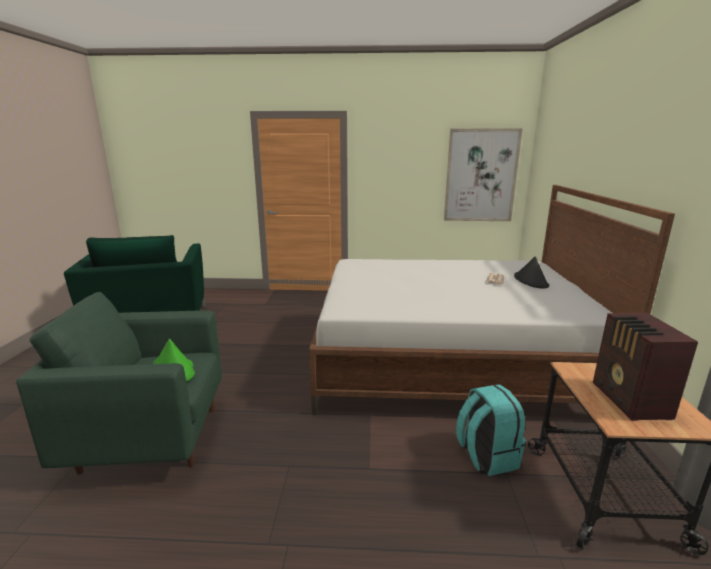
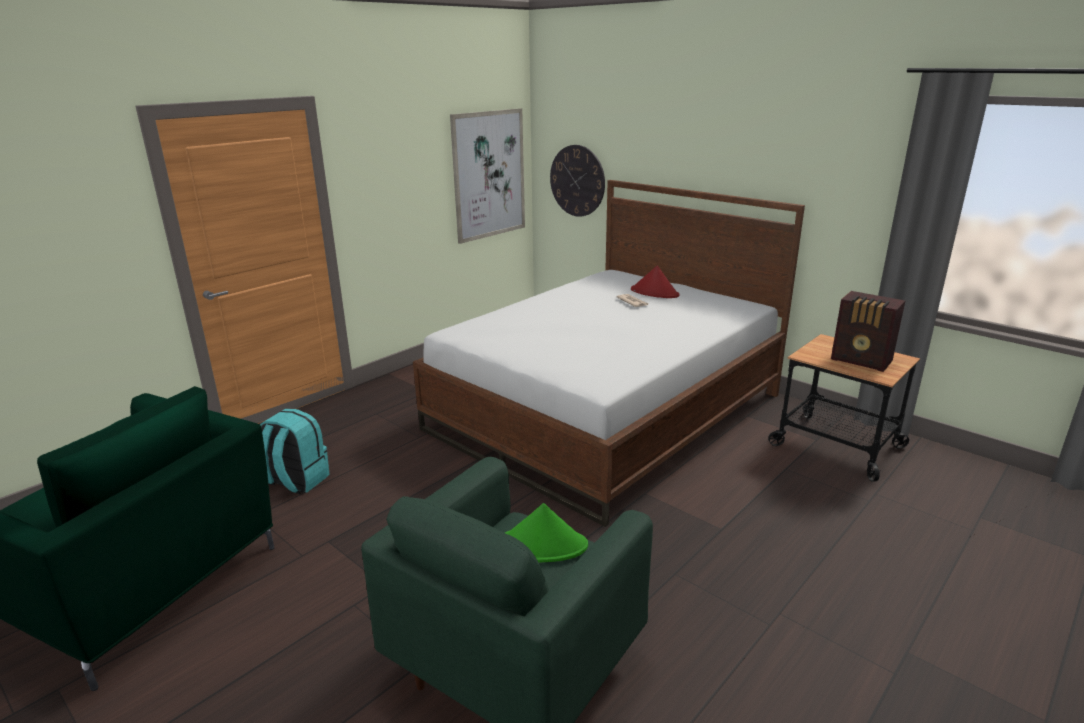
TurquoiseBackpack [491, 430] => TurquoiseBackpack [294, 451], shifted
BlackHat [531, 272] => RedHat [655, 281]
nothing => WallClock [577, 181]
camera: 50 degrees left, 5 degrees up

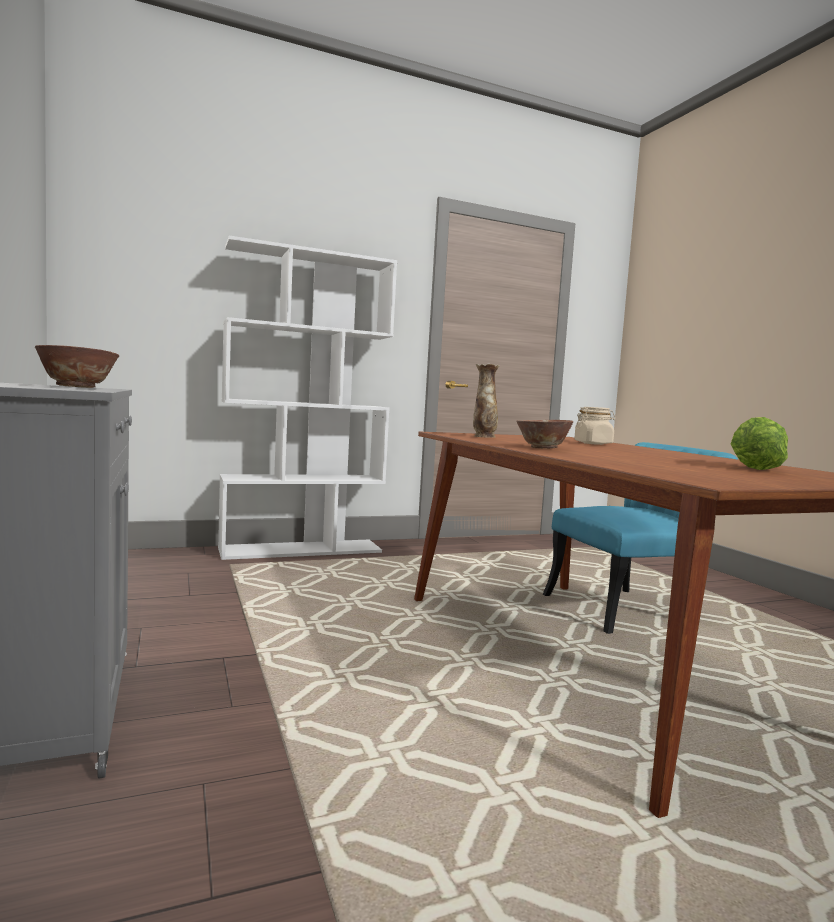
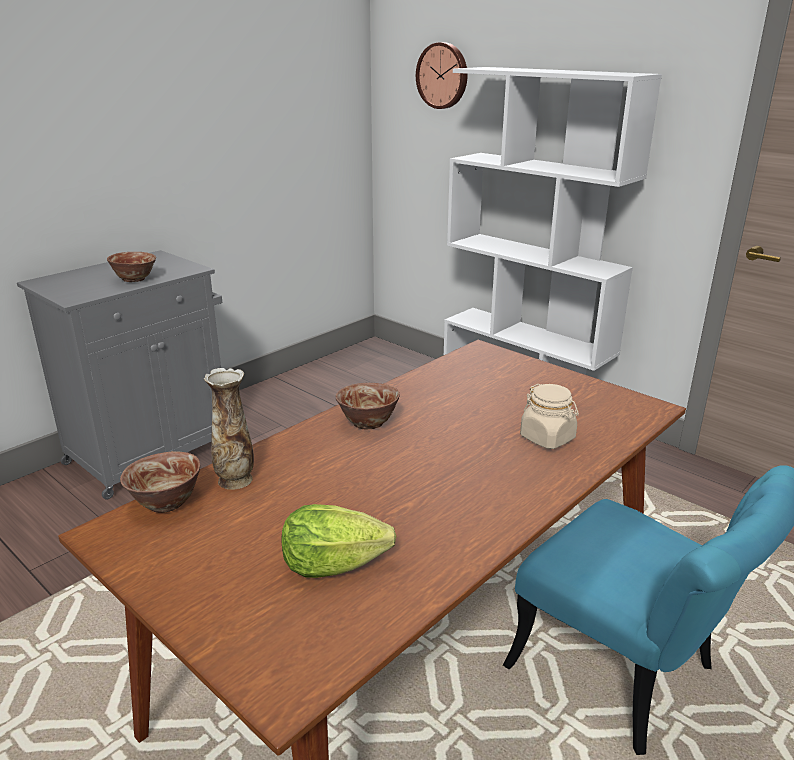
Vase [486, 401] => Vase [229, 429], shifted
nothing => Bowl [160, 482]
nothing => WallClock [441, 75]
camera: 65 degrees right, 20 degrees up

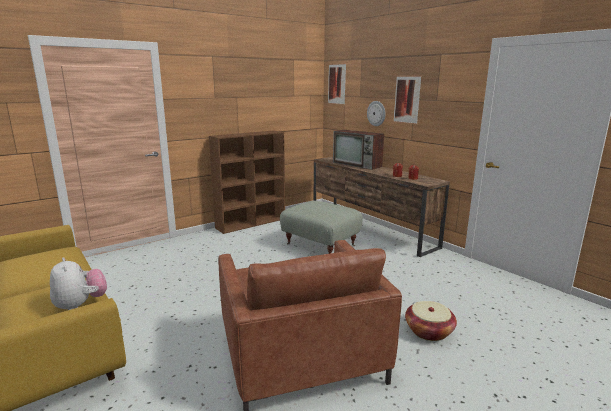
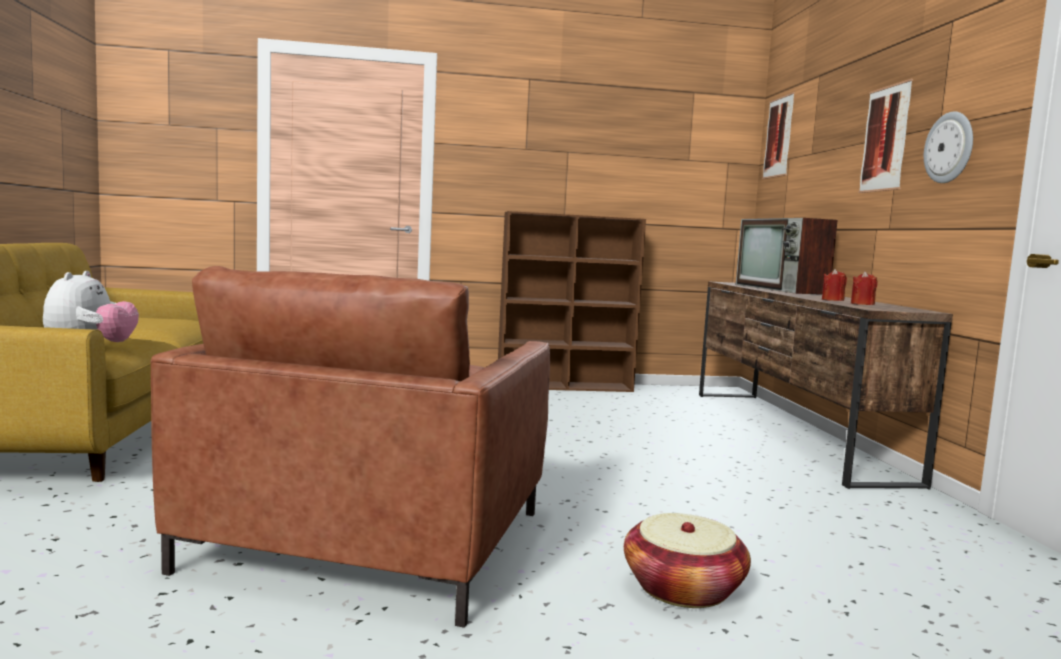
GreyOttoman [321, 227] => nothing
WallClock [376, 113] => WallClock [948, 147], shifted
camera: 30 degrees right, 10 degrees down

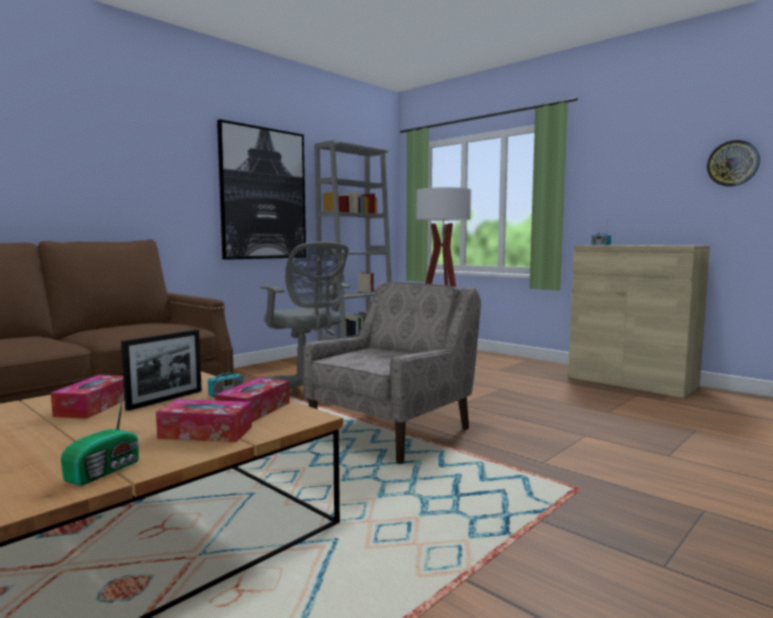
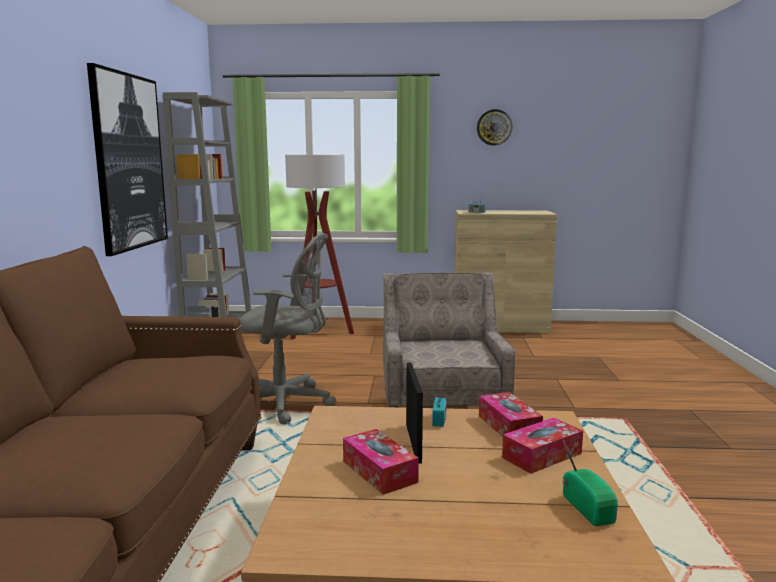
WallClock [733, 163] => WallClock [494, 127], shifted
camera: 40 degrees left, 5 degrees up

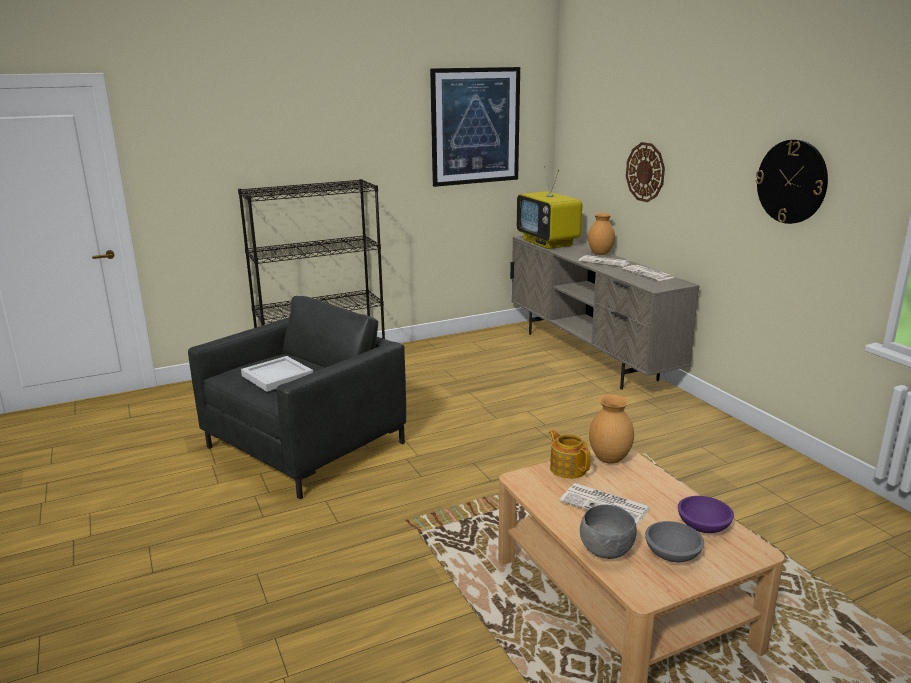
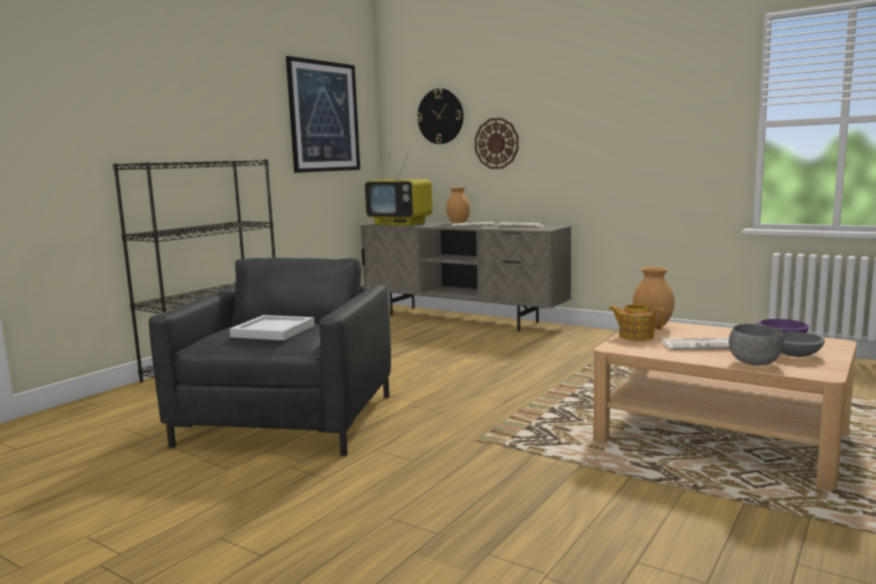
WallClock [791, 181] => WallClock [440, 116], shifted
camera: 30 degrees left, 10 degrees down

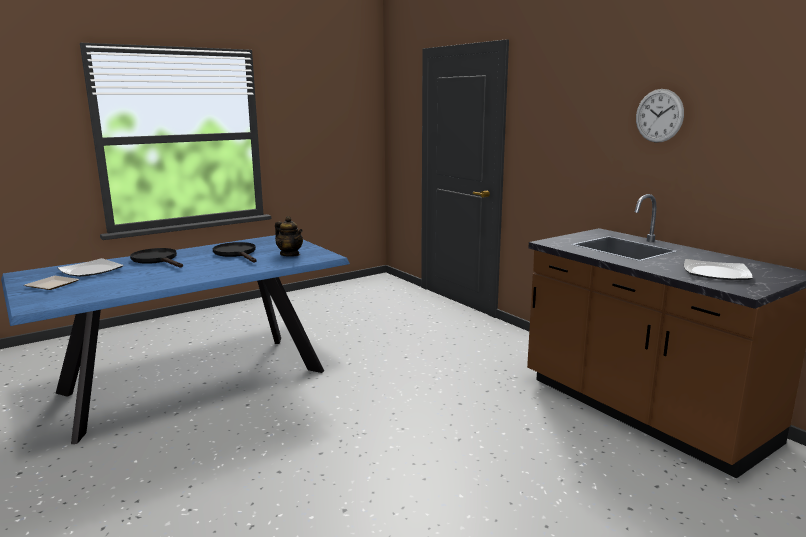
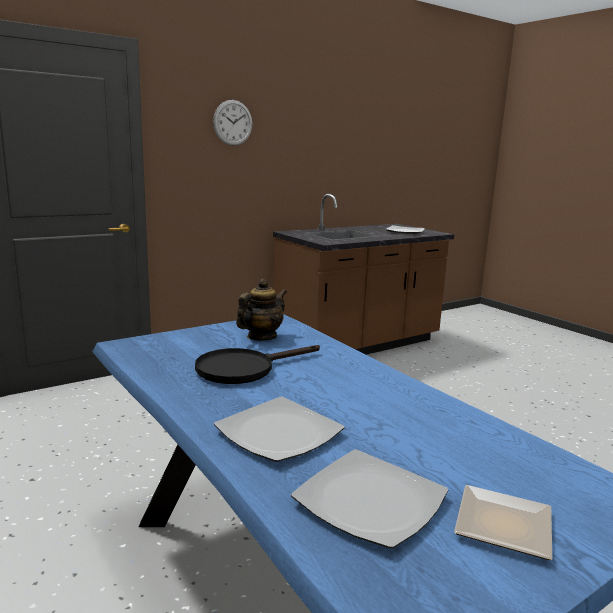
BlackFryingPan [156, 258] => Plate [279, 429]
WallClock [660, 116] => WallClock [232, 123], shifted
camera: 90 degrees left, 0 degrees up

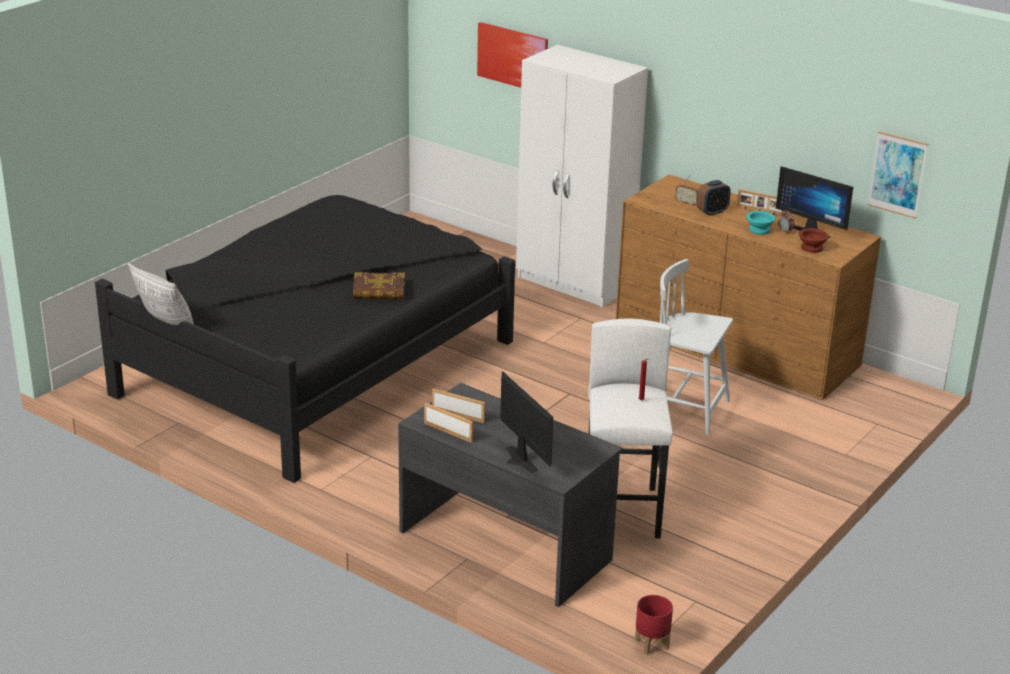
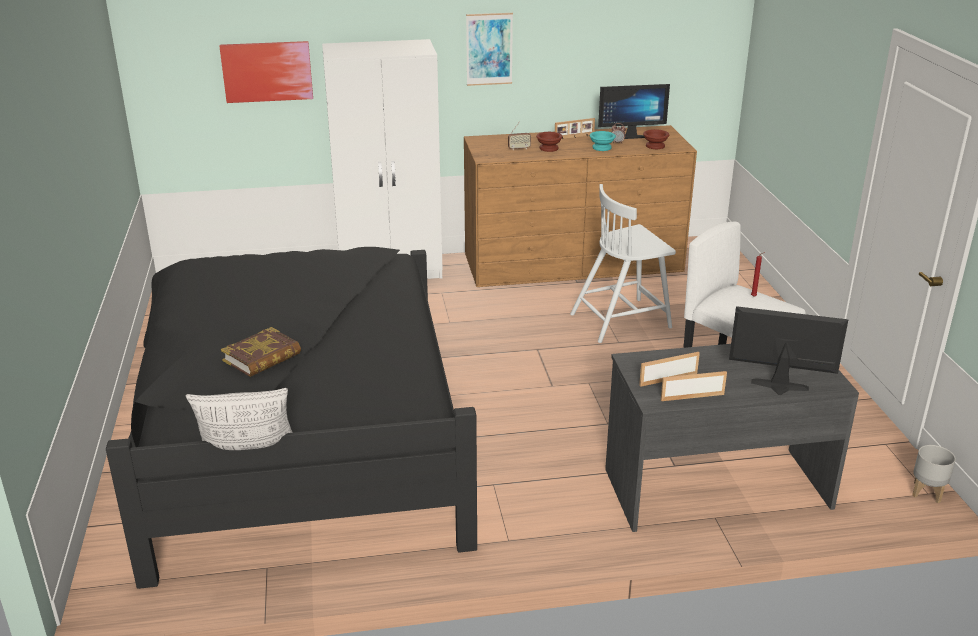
Book [379, 286] => Book [261, 352], shifted
RedPlanter [654, 625] => GreyPlanter [934, 474]
AlarmClock [714, 198] => BrownBowl [549, 142]
Picture [897, 175] => Picture [489, 49], shifted
camera: 45 degrees left, 0 degrees up

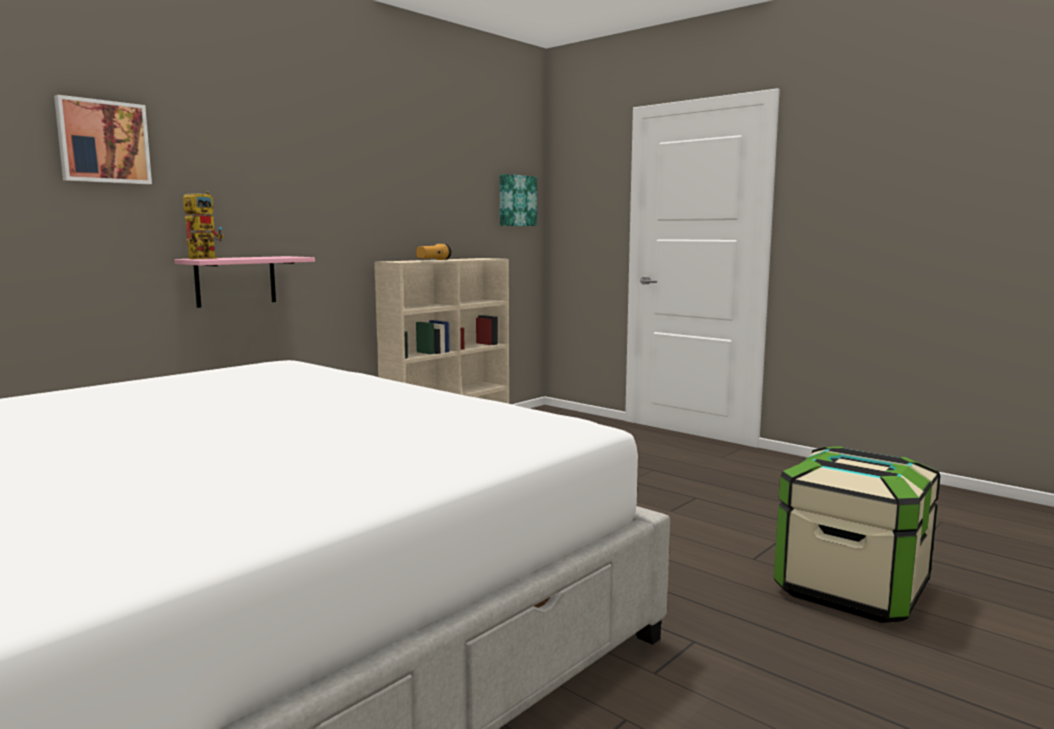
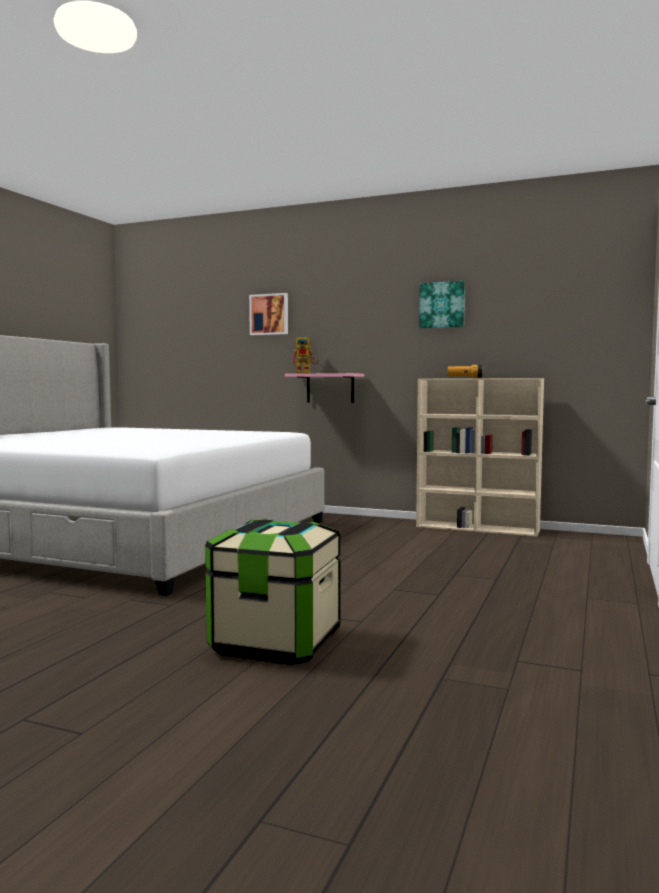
Picture [518, 200] => Picture [442, 304], shifted
camera: 70 degrees right, 5 degrees down

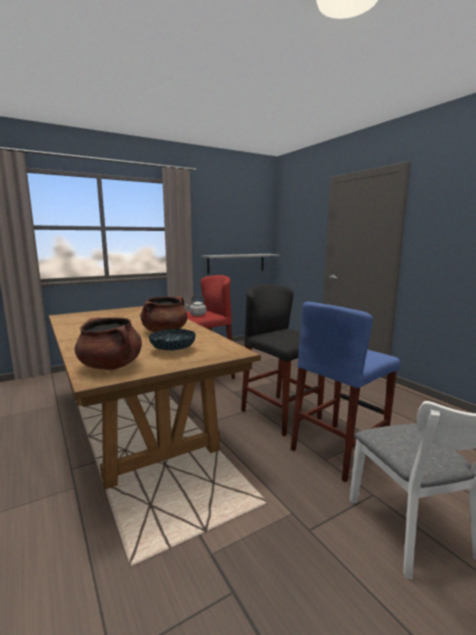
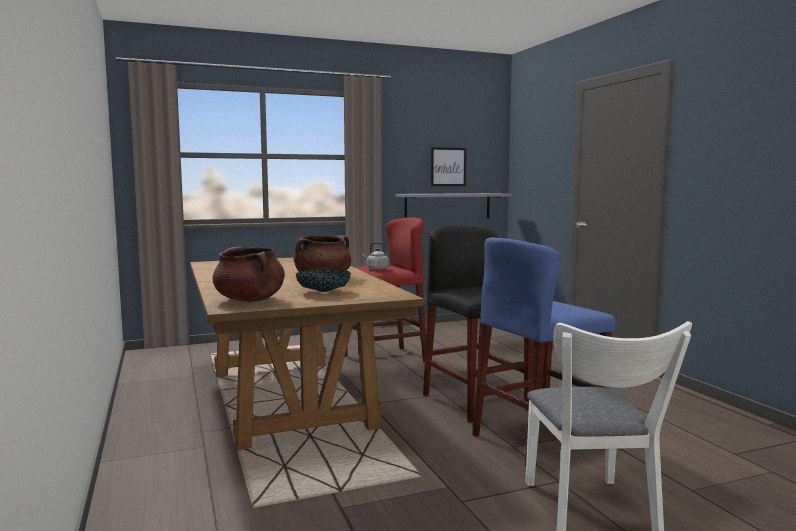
nothing => Picture [448, 166]
camera: 10 degrees right, 5 degrees down

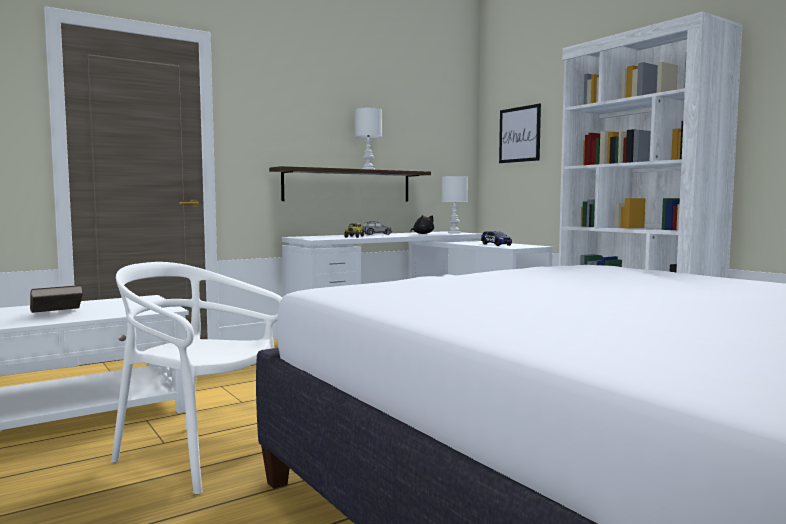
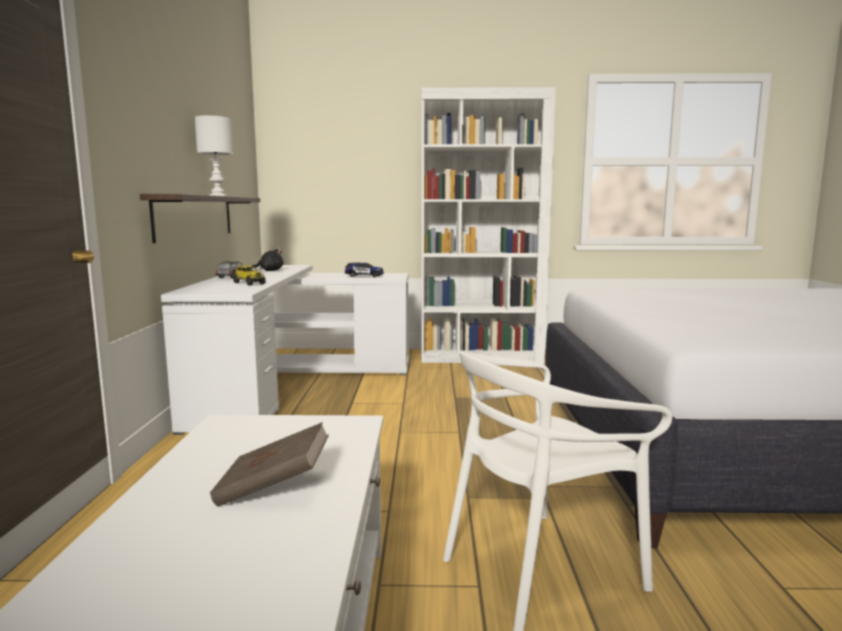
WhiteTableLamp [455, 204] => nothing
Picture [520, 133] => nothing
camera: 55 degrees left, 5 degrees up

